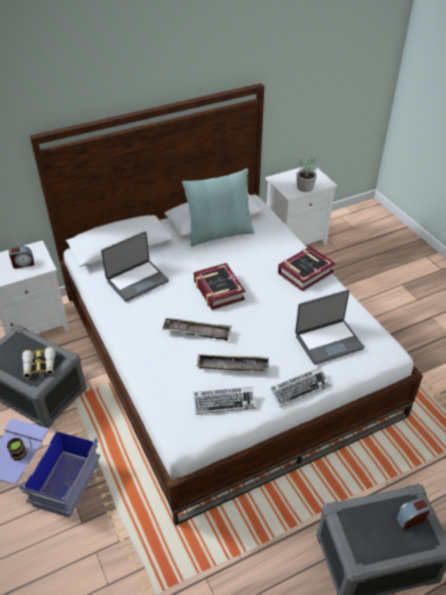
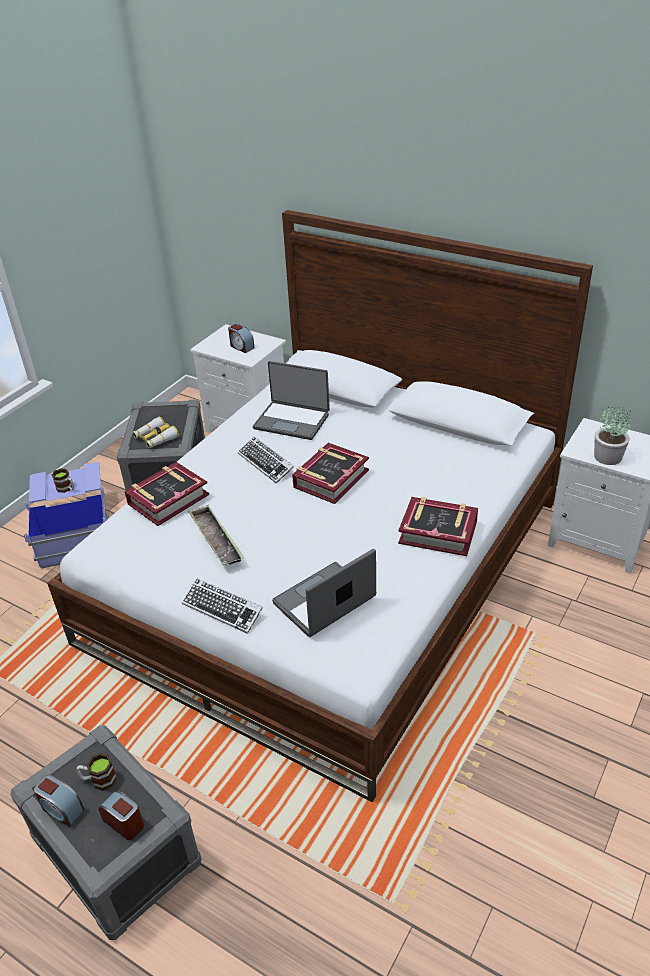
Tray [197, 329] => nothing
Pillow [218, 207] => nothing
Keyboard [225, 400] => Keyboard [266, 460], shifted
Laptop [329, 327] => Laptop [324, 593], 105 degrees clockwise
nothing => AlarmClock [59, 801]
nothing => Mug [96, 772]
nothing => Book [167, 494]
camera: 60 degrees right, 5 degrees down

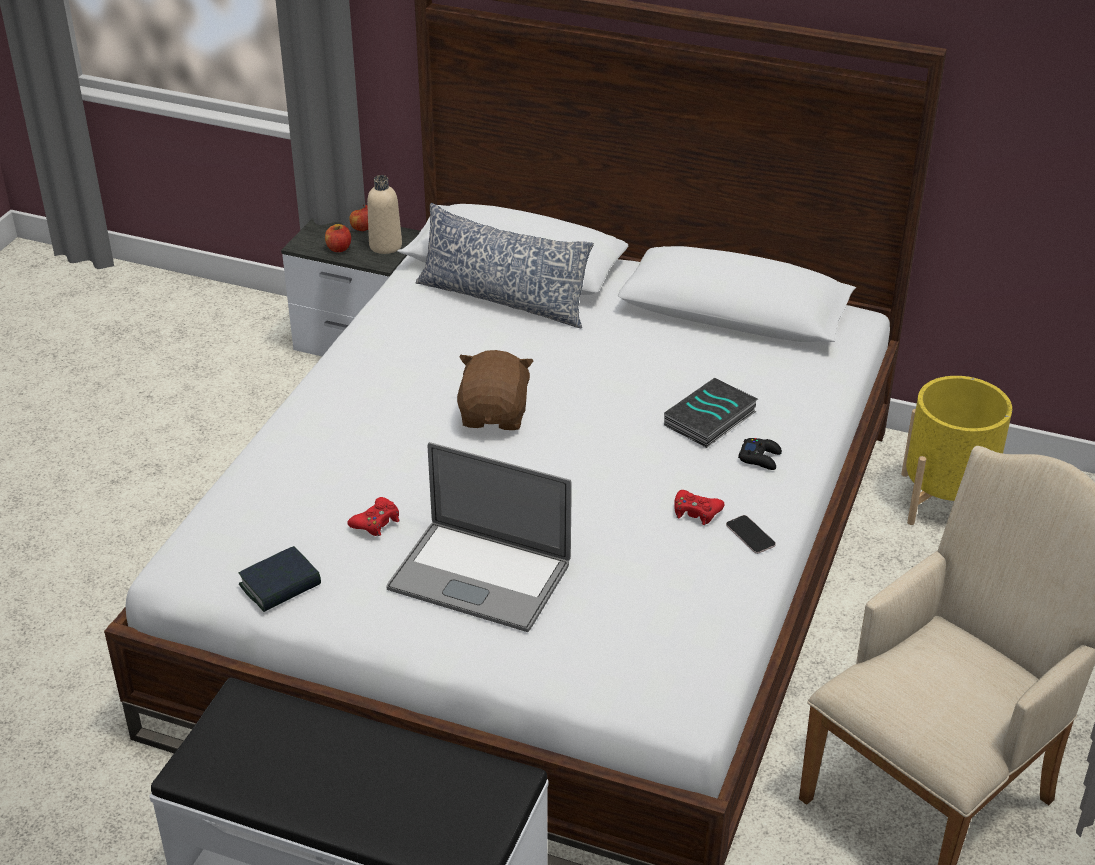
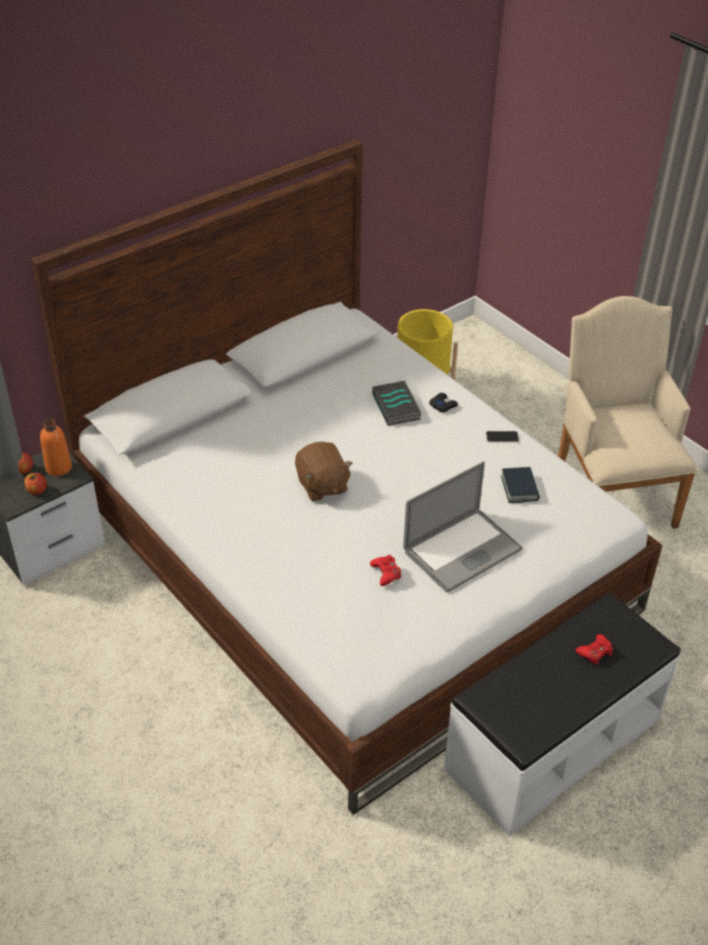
Book [280, 579] => Book [520, 485], shifted
BeigeBottle [384, 214] => OrangeBottle [56, 447]
Pillow [505, 265] => nothing
BrownPlushToy [495, 390] => BrownPlushToy [324, 471], 150 degrees counterclockwise
RedGameController [699, 507] => RedGameController [594, 649], shifted
camera: 60 degrees left, 5 degrees up

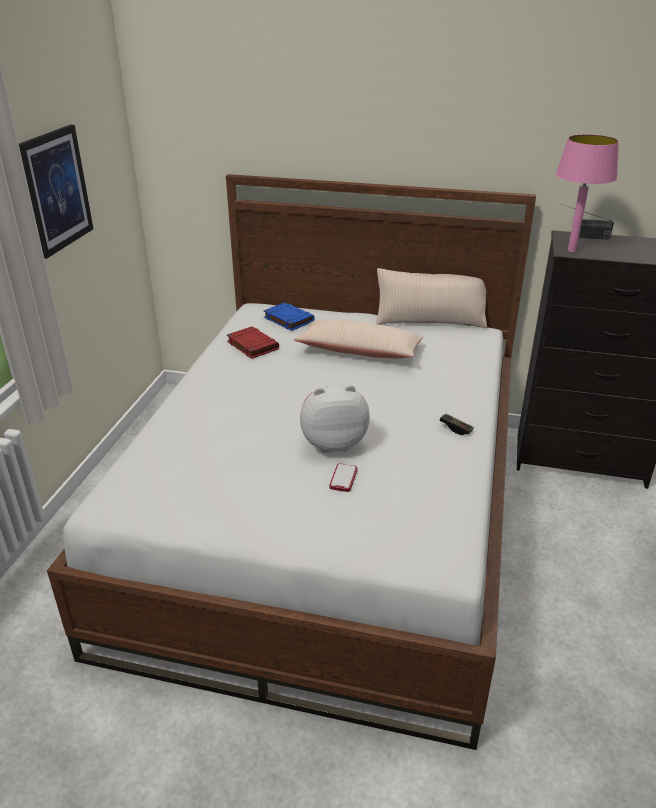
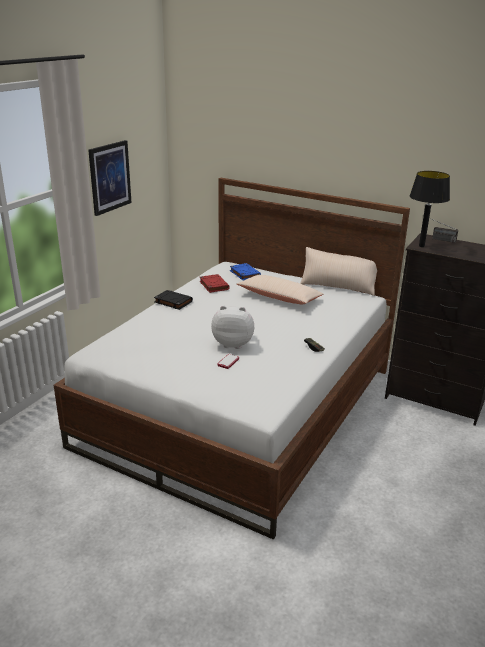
PinkTableLamp [587, 193] => BlackTableLamp [430, 209]
nothing => BlackBook [173, 300]
camera: 15 degrees right, 5 degrees down

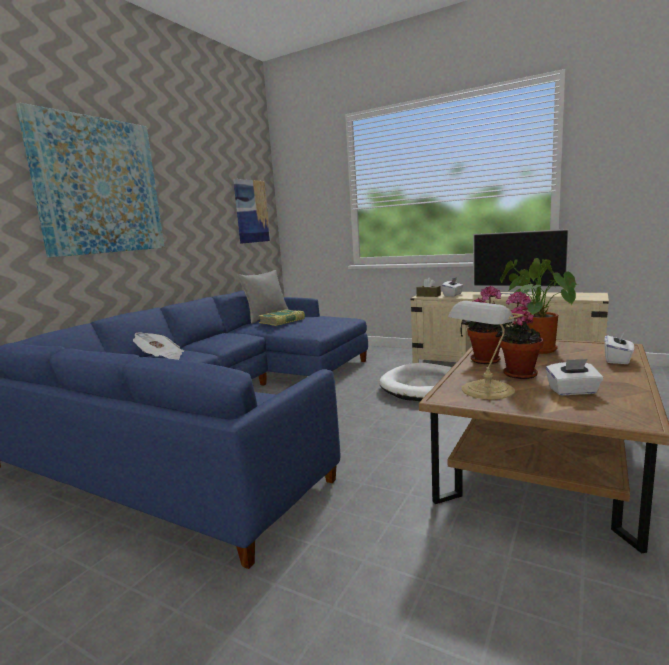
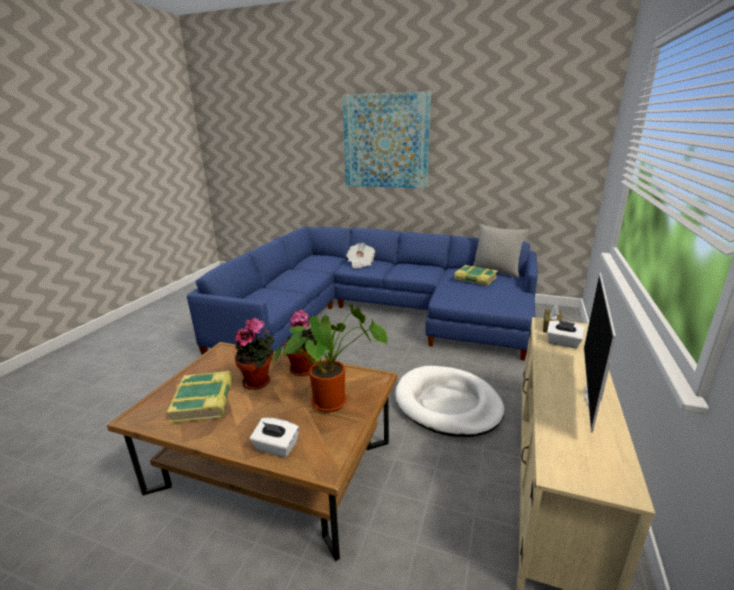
Picture [251, 211] => nothing
TableLamp [485, 350] => nothing
WhiteTissueBox [574, 377] => Book [200, 397]
camera: 80 degrees right, 10 degrees up

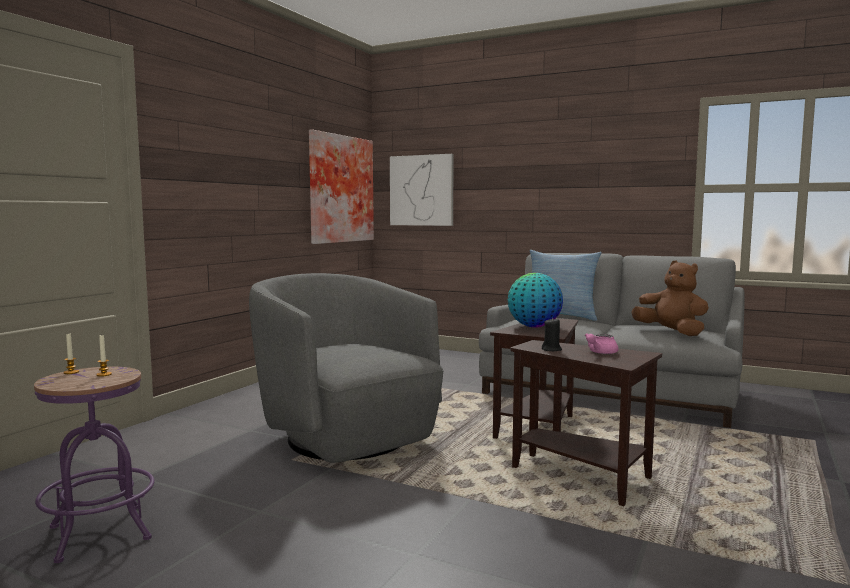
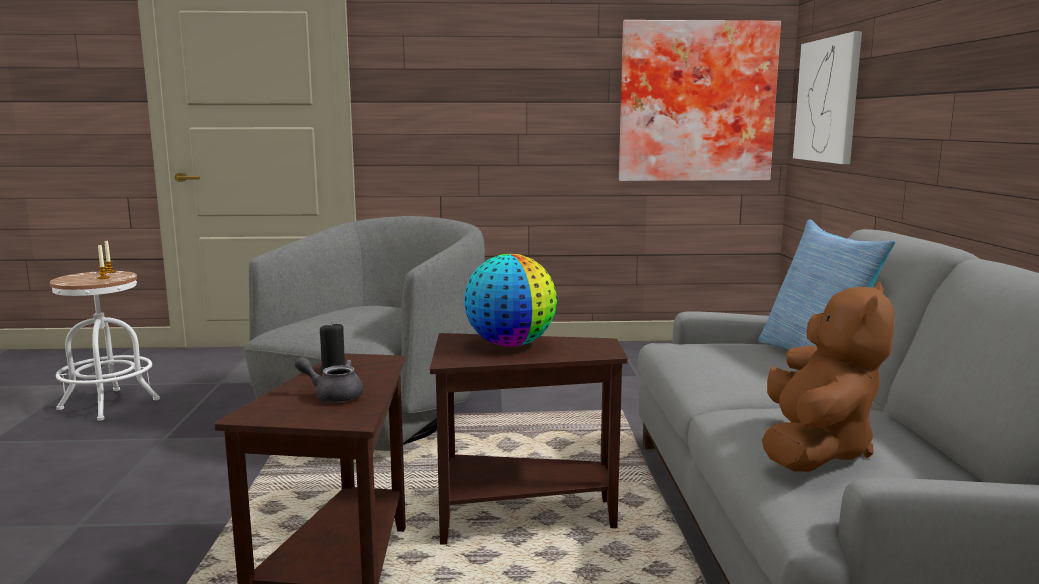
PurpleStool [94, 465] => WhiteStool [105, 346]
PinkTeapot [602, 343] => GreyTeapot [329, 379]
camera: 60 degrees right, 5 degrees up

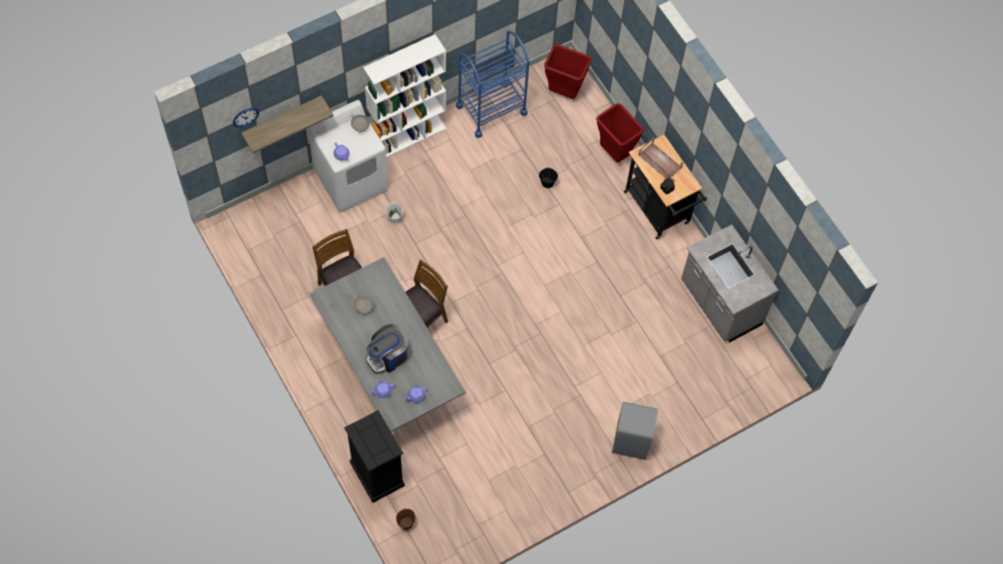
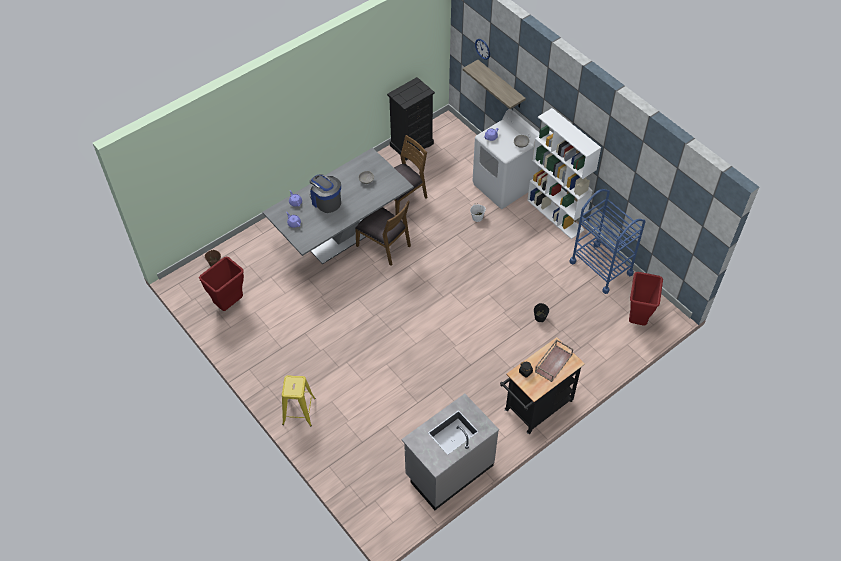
BlackDresser [374, 456] => BlackDresser [411, 118], shifted
RedTrashCan [620, 133] => RedTrashCan [221, 284], shifted
GreyTrashCan [635, 431] => YellowStool [298, 401]
camera: 85 degrees right, 10 degrees down

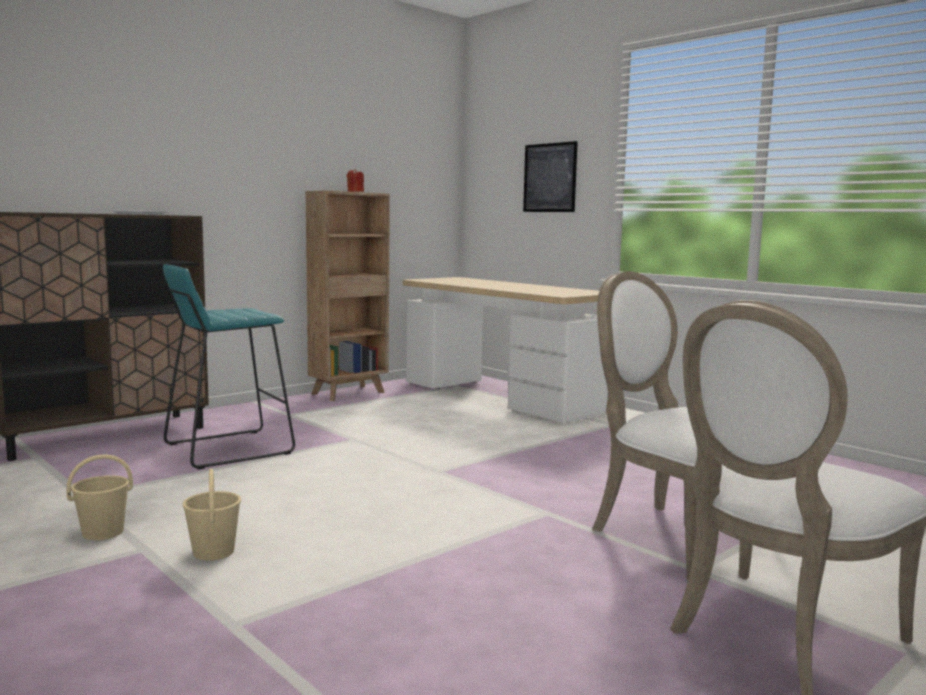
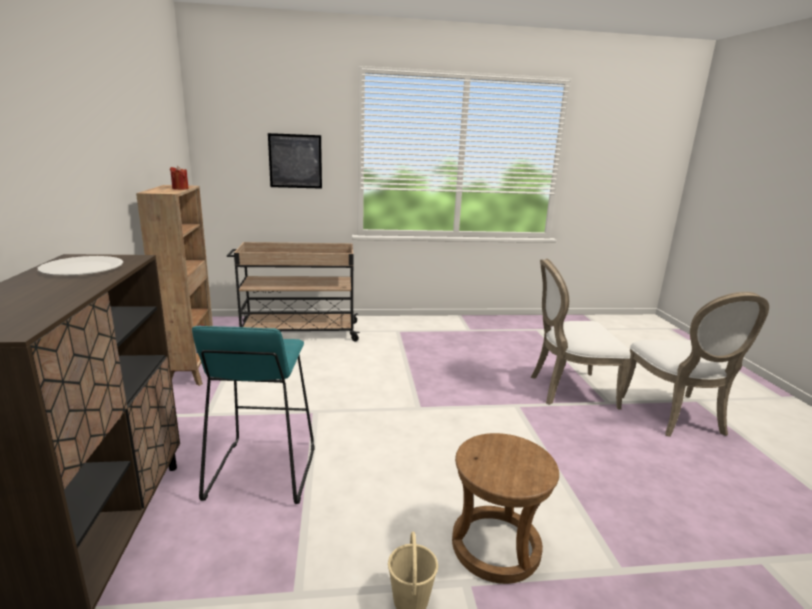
BeigeBucket [211, 515] => BrownStool [505, 508]
Desk [505, 350] => BeigeCart [293, 292]
camera: 55 degrees left, 10 degrees up

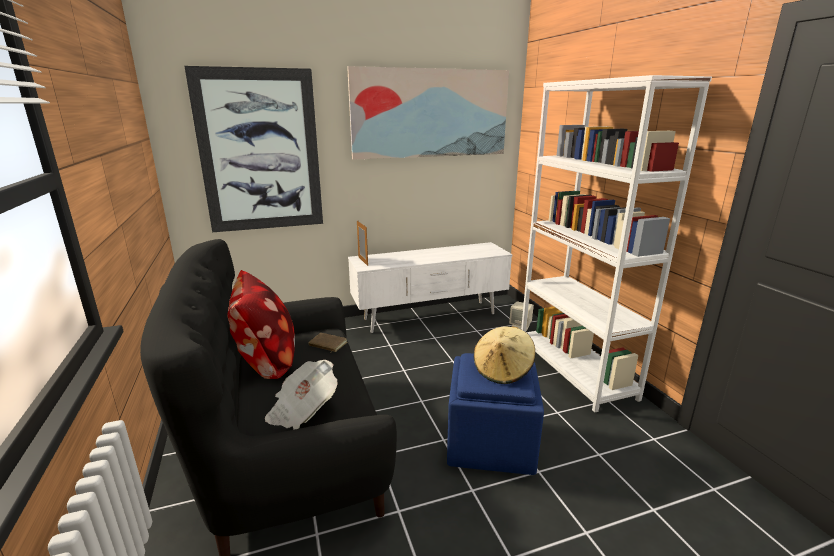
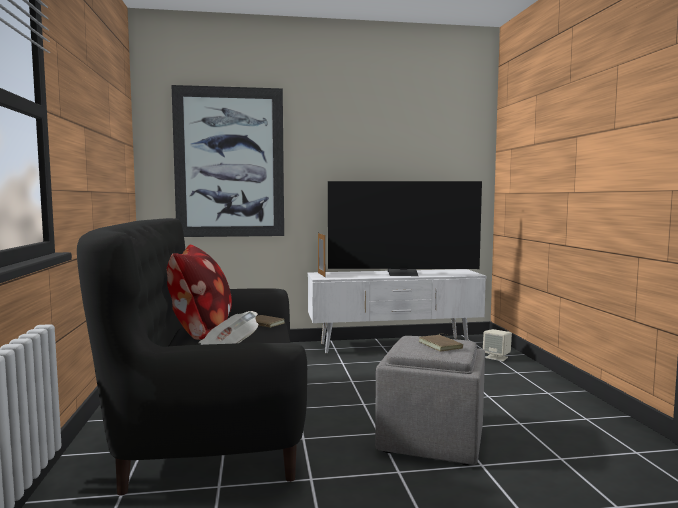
Picture [428, 113] => nothing
BlueOttoman [495, 414] => GreyOttoman [430, 400]
BeigeHat [505, 355] => BrownBook [441, 343]
WhiteBookcase [616, 244] => nothing
nothing => Television [405, 228]
camera: 10 degrees right, 15 degrees down

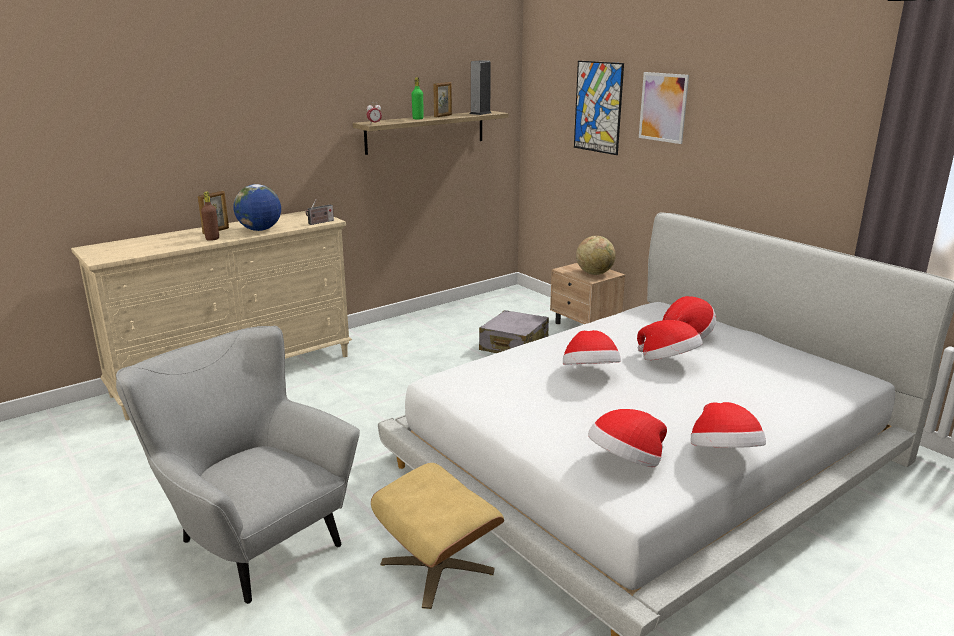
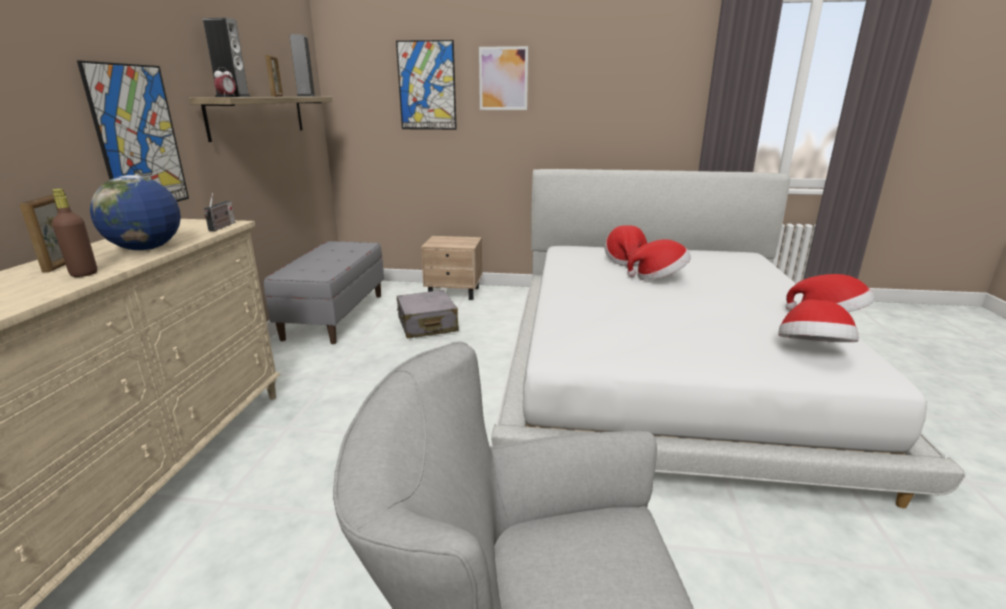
BeigeOttoman [437, 536] => nothing
GreenBottle [418, 98] => nothing
Hat [592, 347] => nothing
Globe [596, 255] => nothing
nothing => Picture [133, 131]
nothing => Speaker [227, 57]
nothing => GreyBench [324, 292]
camera: 45 degrees left, 0 degrees up

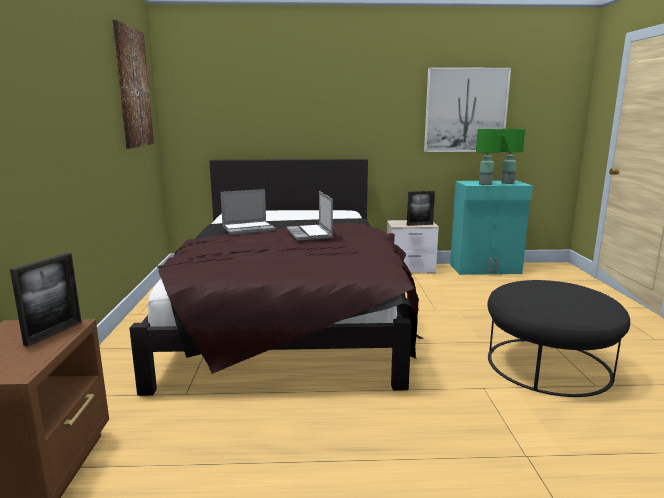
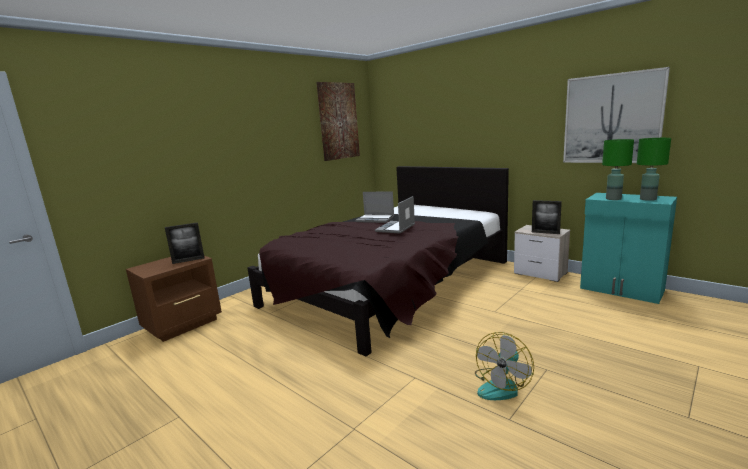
BlackOttoman [559, 338] => Fan [504, 366]
camera: 45 degrees right, 0 degrees up

